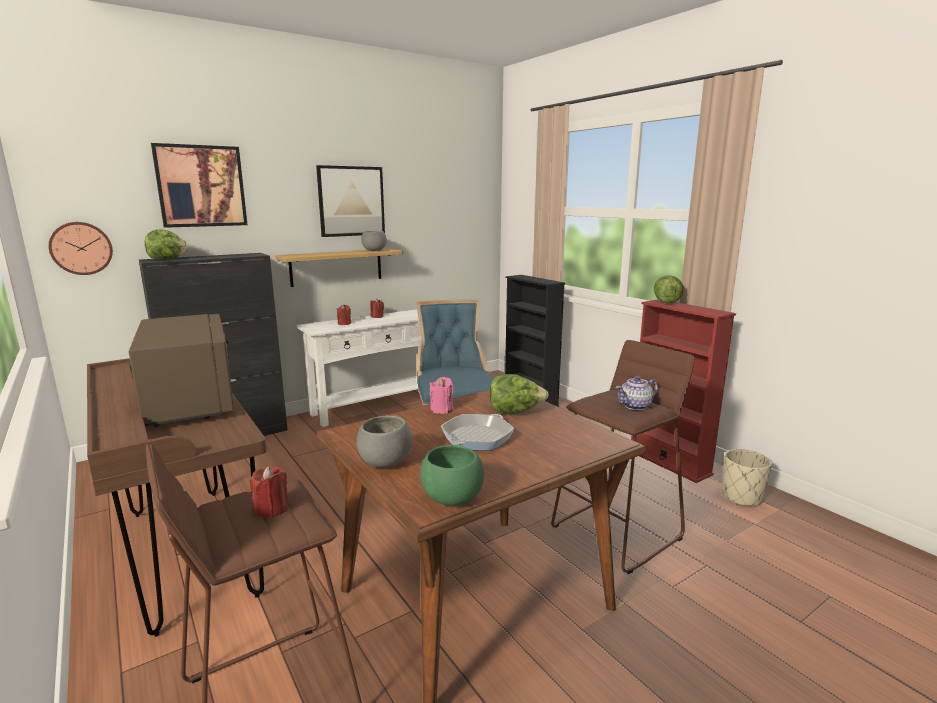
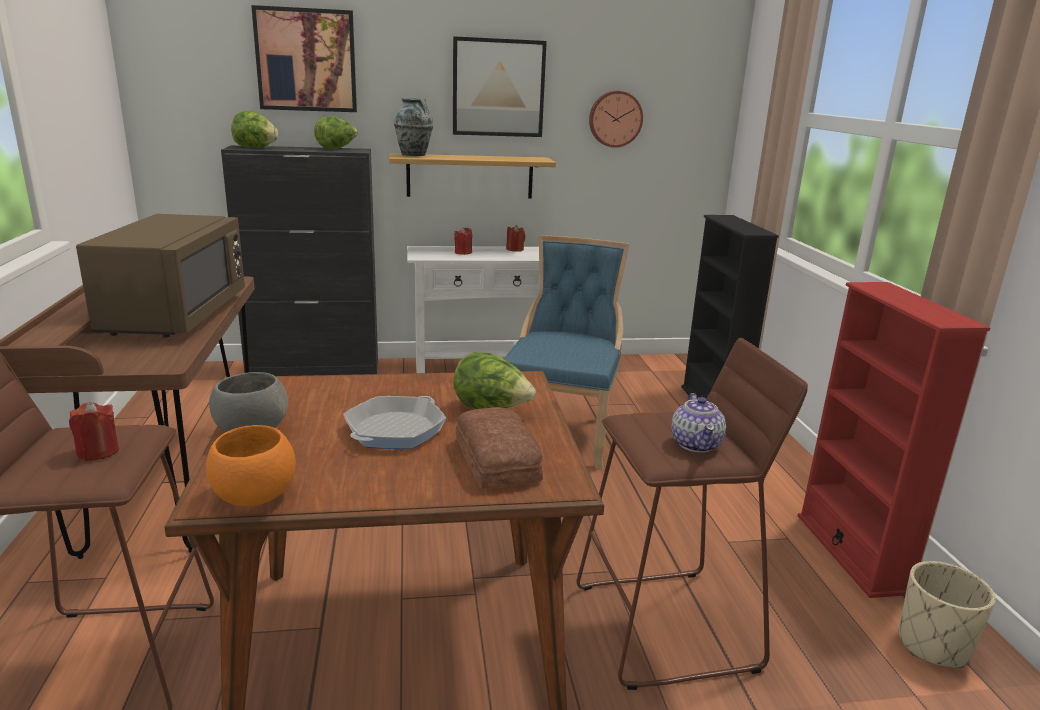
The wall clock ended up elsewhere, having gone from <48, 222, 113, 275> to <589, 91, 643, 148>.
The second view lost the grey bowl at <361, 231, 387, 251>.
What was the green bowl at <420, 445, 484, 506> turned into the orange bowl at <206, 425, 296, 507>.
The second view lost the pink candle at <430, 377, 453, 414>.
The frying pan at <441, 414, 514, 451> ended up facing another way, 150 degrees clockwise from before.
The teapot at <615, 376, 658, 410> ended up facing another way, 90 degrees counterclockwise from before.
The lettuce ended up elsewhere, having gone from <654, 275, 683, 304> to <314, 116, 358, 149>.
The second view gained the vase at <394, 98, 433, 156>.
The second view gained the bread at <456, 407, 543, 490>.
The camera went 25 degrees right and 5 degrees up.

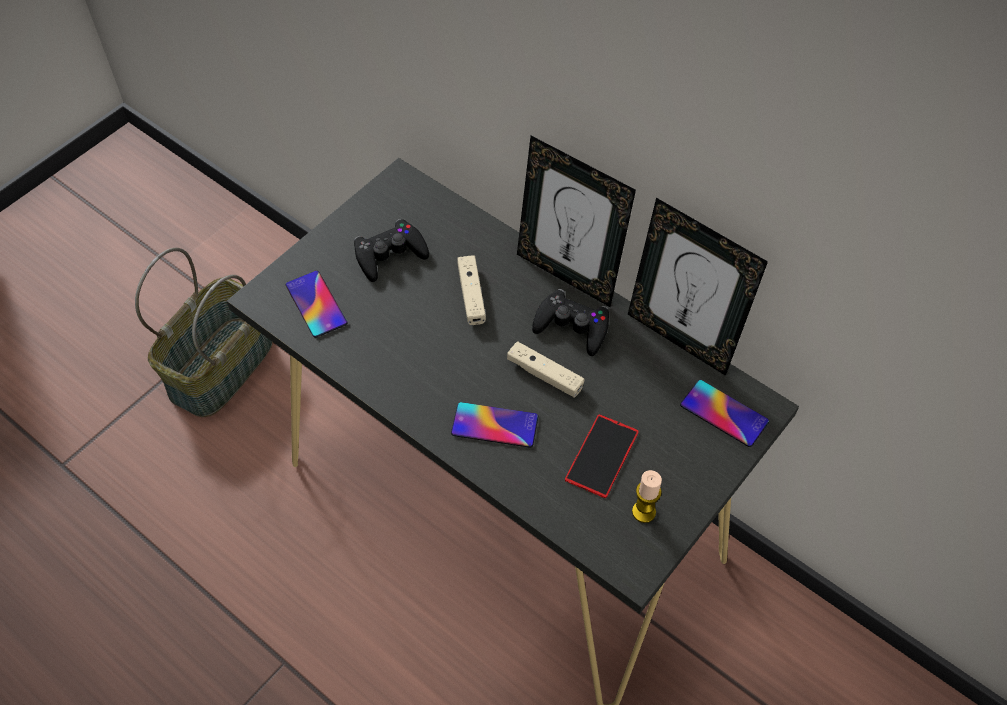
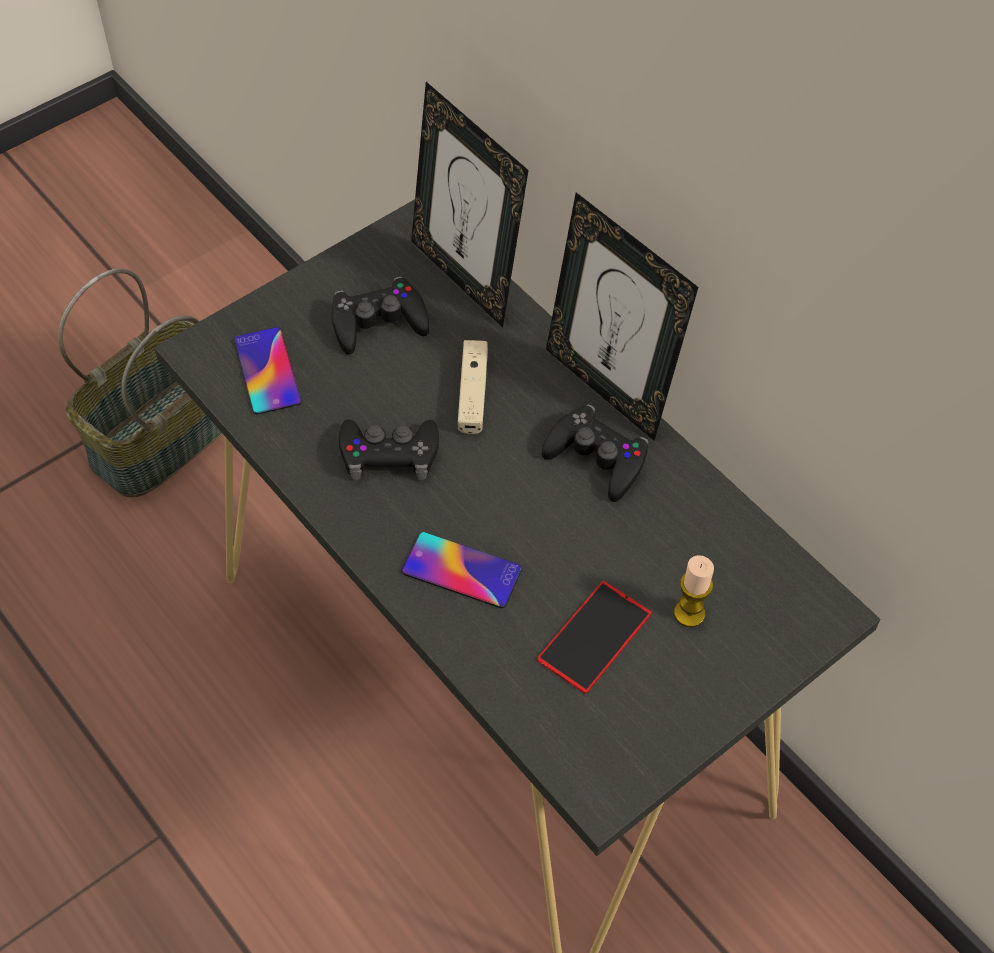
The second view lost the beige game controller at <507, 341, 584, 397>.
The picture frame ended up elsewhere, having gone from <628, 198, 768, 376> to <411, 82, 529, 327>.
The candle ended up elsewhere, having gone from <632, 470, 662, 523> to <674, 555, 714, 627>.
The second view lost the phone at <680, 380, 769, 447>.
The second view gained the black game controller at <339, 420, 439, 480>.
The camera went 10 degrees right and 0 degrees up.

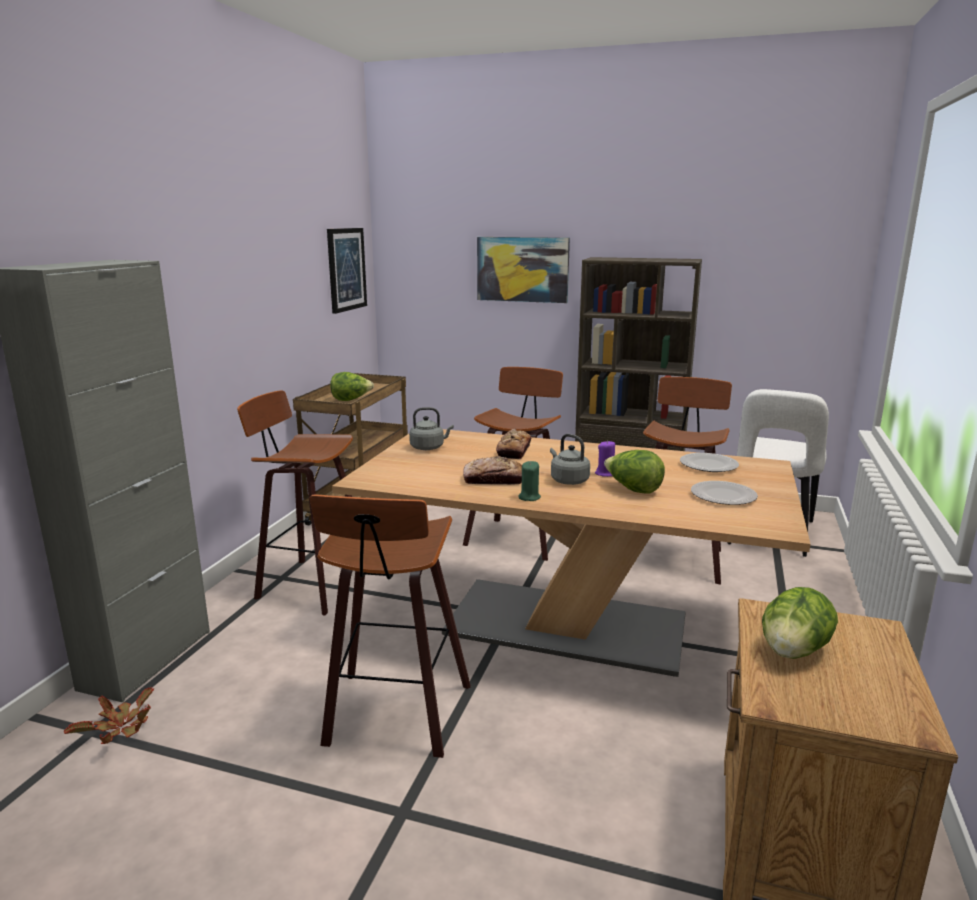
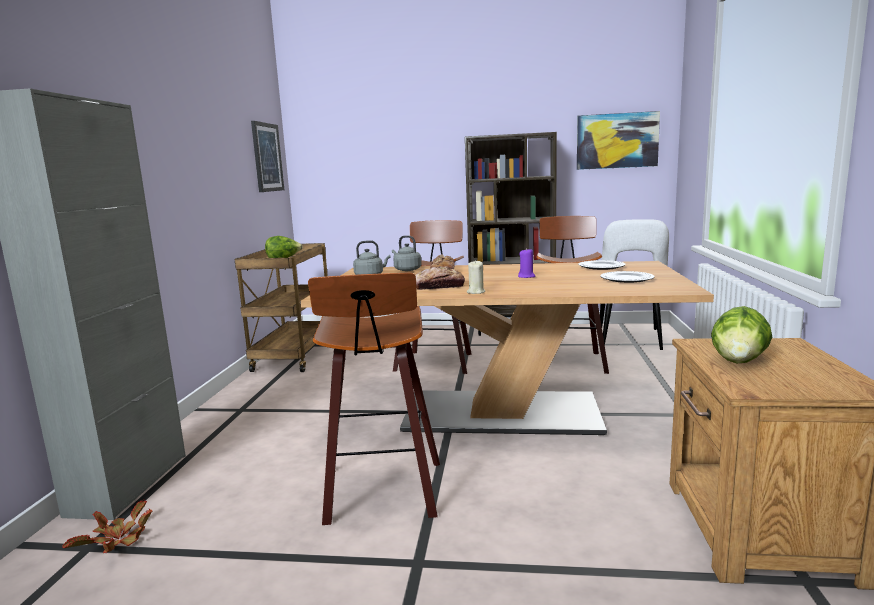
The second view lost the stool at <237, 390, 353, 616>.
The picture ended up elsewhere, having gone from <477, 237, 570, 303> to <577, 111, 660, 170>.
What was the green candle at <518, 461, 541, 501> turned into the beige candle at <467, 261, 485, 294>.
The grey kettle ended up elsewhere, having gone from <550, 434, 590, 485> to <392, 235, 421, 271>.
The second view lost the lettuce at <604, 450, 665, 494>.
The camera went 10 degrees left and 5 degrees down.

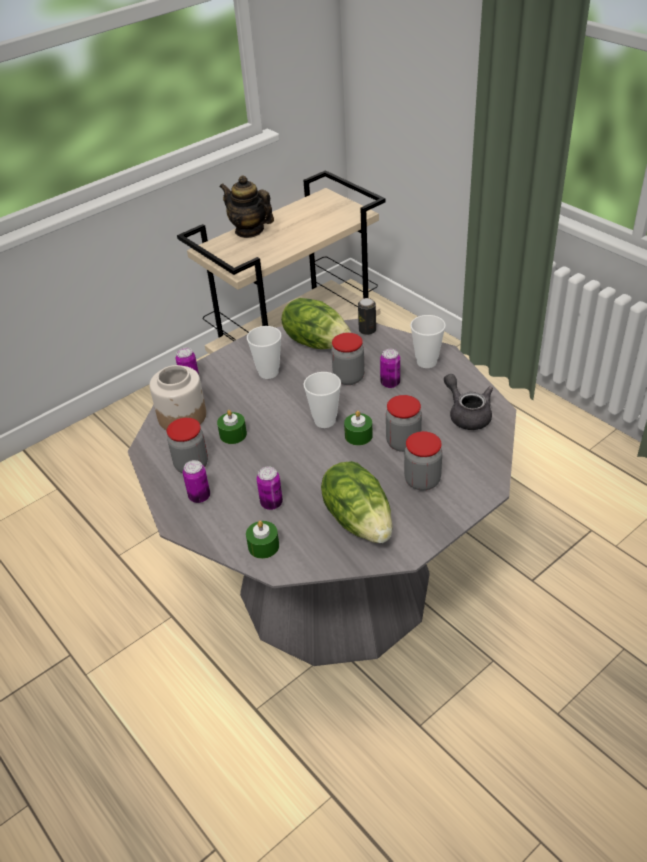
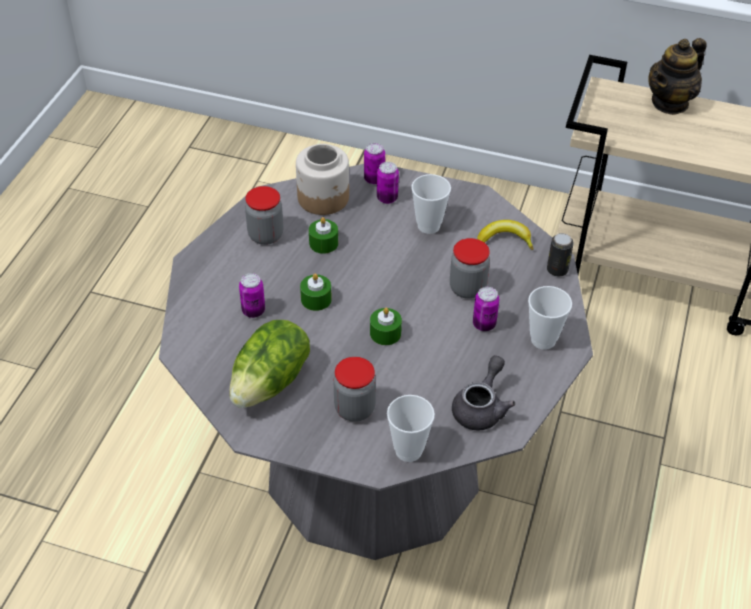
The can ended up elsewhere, having gone from <183, 460, 210, 503> to <377, 162, 399, 204>.
The teapot at <219, 175, 274, 238> ended up facing another way, 135 degrees counterclockwise from before.
The green candle ended up elsewhere, having gone from <246, 521, 279, 559> to <300, 273, 332, 311>.
Where the lettuce stood at <281, 298, 351, 349>, the banana came to stand at <477, 220, 533, 250>.
The cup ended up elsewhere, having gone from <303, 372, 341, 428> to <387, 395, 435, 462>.
The second view lost the jar at <386, 395, 422, 452>.
The camera went 55 degrees right and 5 degrees up.

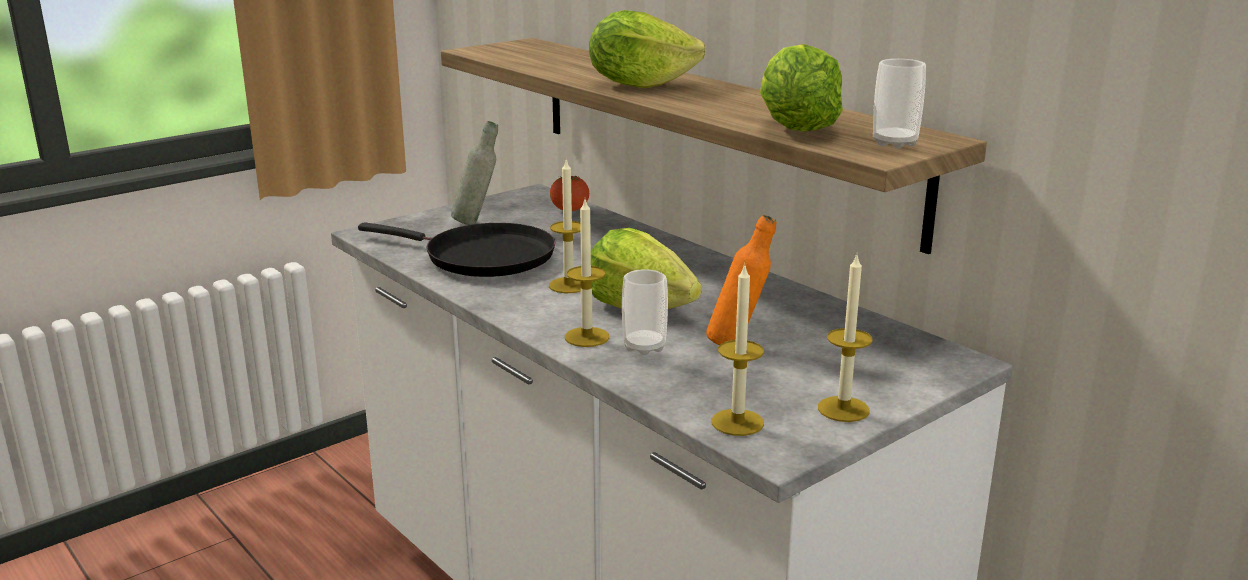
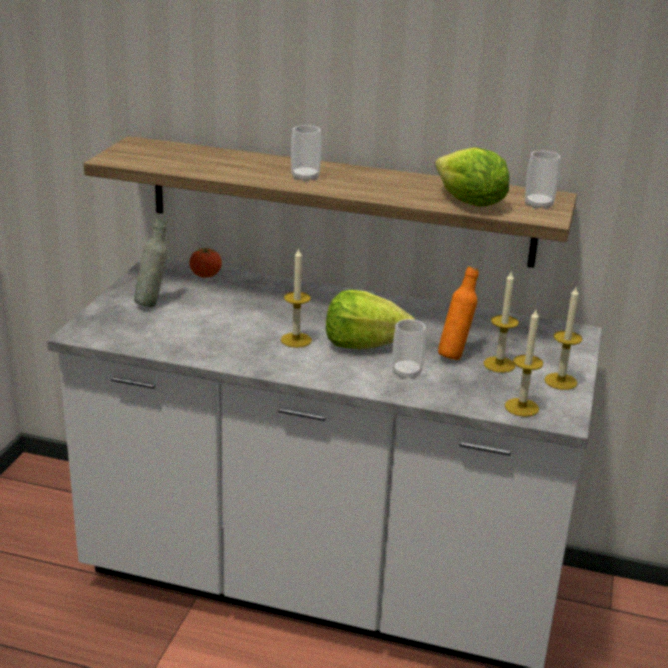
The second view lost the black frying pan at <358, 222, 555, 277>.
The candle ended up elsewhere, having gone from <565, 200, 609, 347> to <484, 270, 519, 373>.
Where the lettuce stood at <589, 10, 706, 88>, the cup came to stand at <291, 125, 321, 182>.
The camera went 35 degrees left and 5 degrees up.

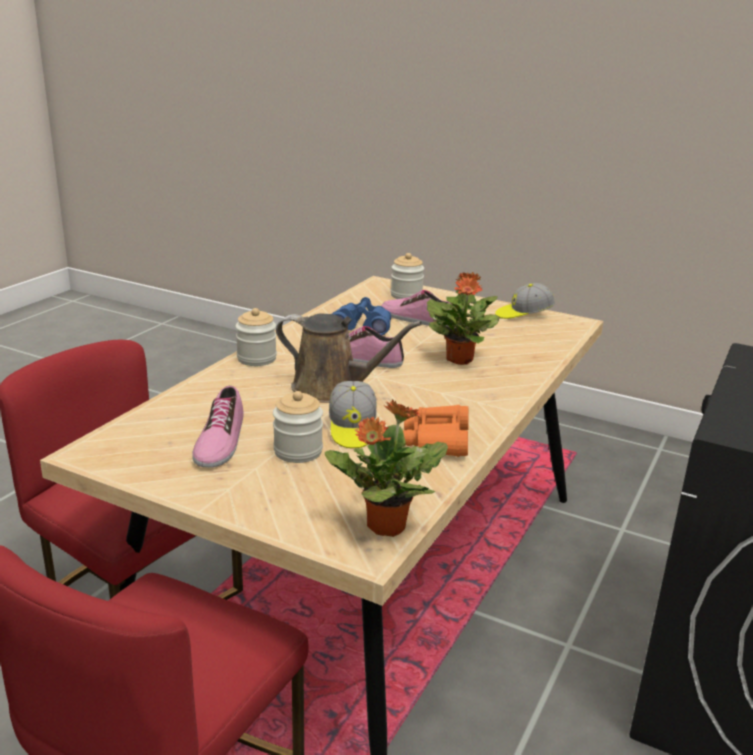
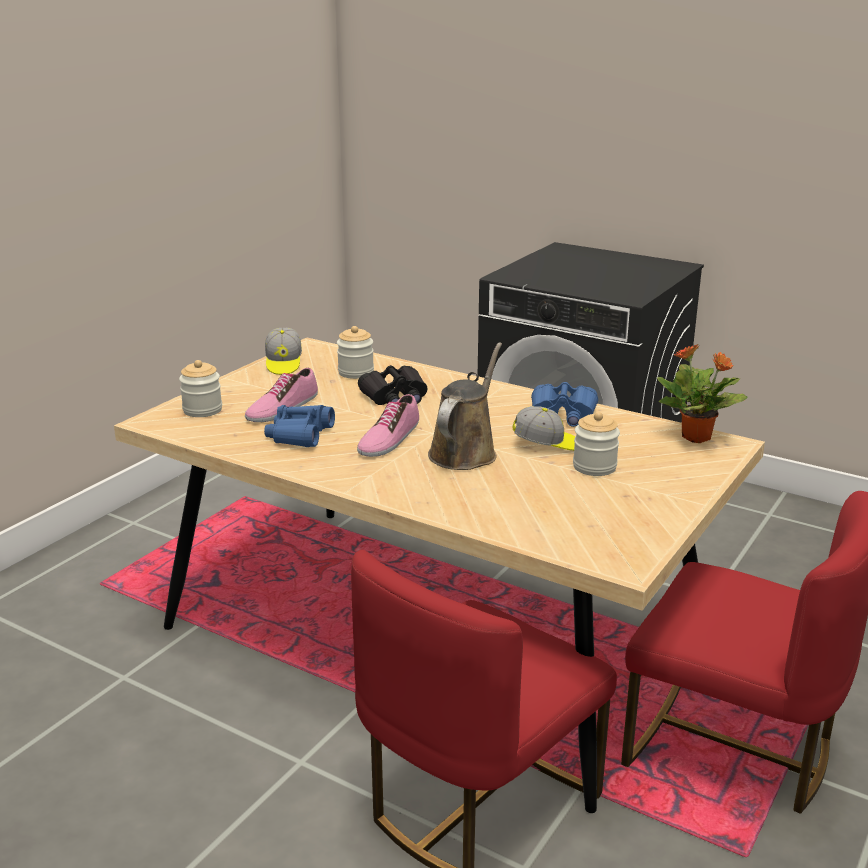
The second view lost the shoe at <192, 386, 243, 468>.
The jar ended up elsewhere, having gone from <235, 308, 277, 366> to <337, 326, 374, 379>.
What was the orange binoculars at <403, 405, 468, 457> turned into the blue binoculars at <531, 382, 598, 427>.
Where the potted plant stood at <427, 272, 500, 365>, the black binoculars came to stand at <358, 365, 427, 405>.
The camera went 85 degrees left and 0 degrees up.

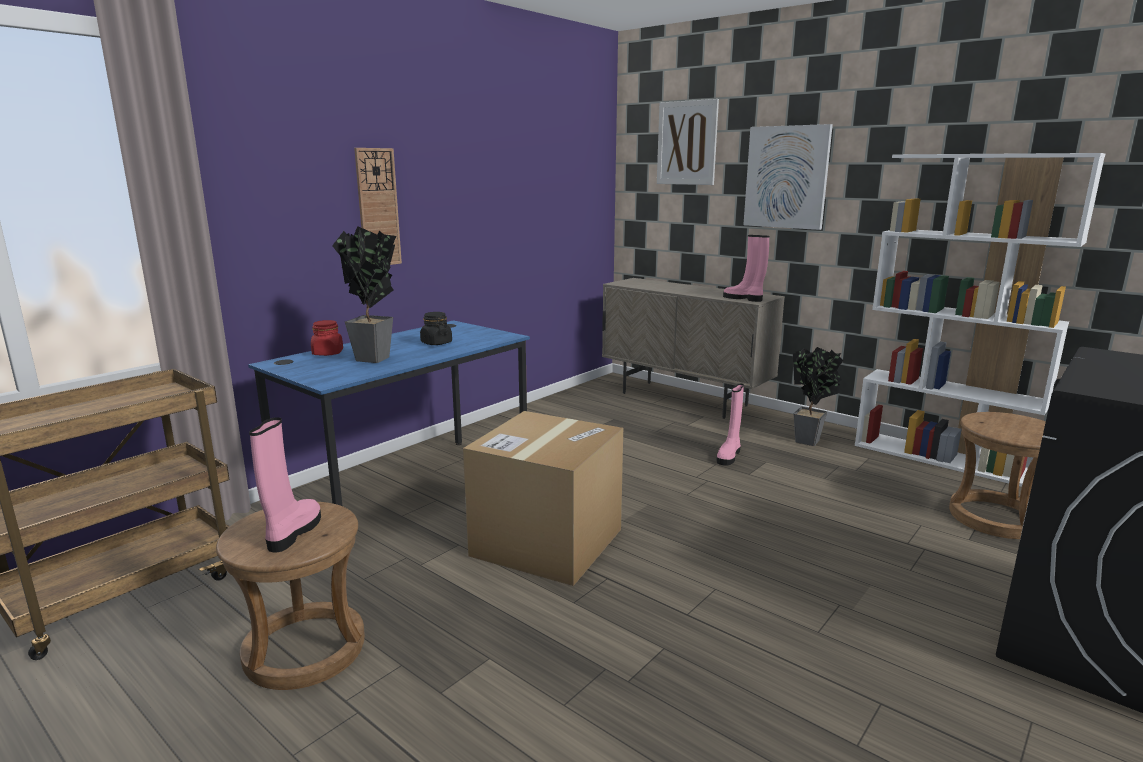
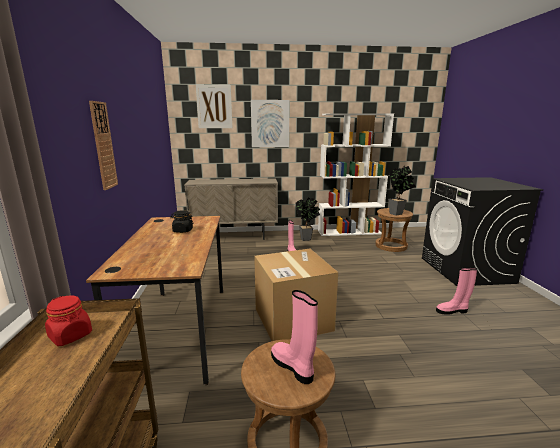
What was the blue desk at <248, 320, 530, 506> turned into the brown desk at <86, 216, 223, 385>.
The red jar ended up elsewhere, having gone from <311, 320, 343, 356> to <45, 296, 92, 346>.
The potted plant ended up elsewhere, having gone from <332, 226, 396, 363> to <388, 166, 416, 216>.
The pink boot ended up elsewhere, having gone from <723, 235, 770, 302> to <436, 267, 477, 315>.
The camera went 45 degrees left and 0 degrees up.

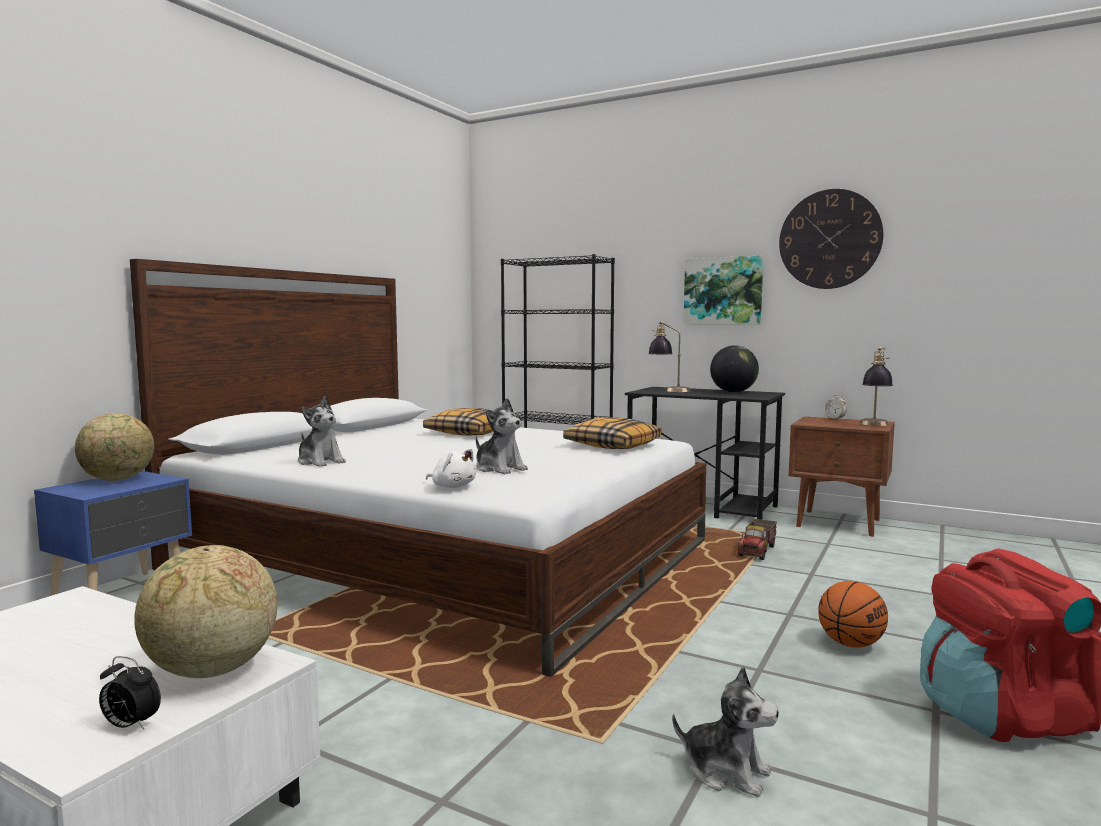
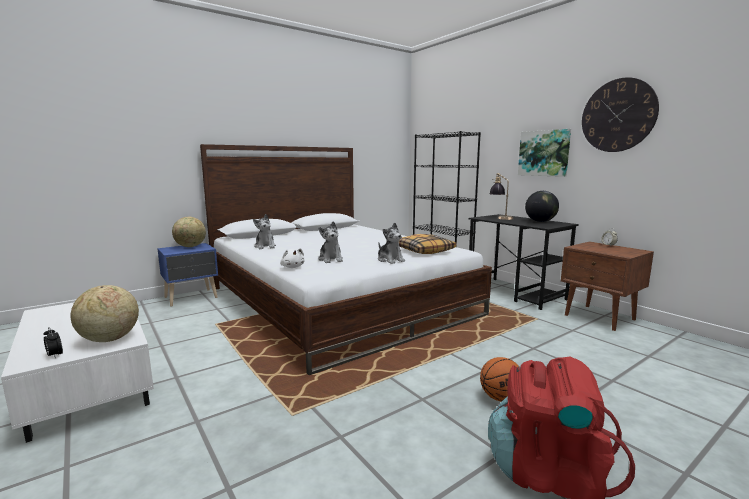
The second view lost the pillow at <423, 408, 494, 436>.
The plush toy ended up elsewhere, having gone from <672, 667, 779, 797> to <378, 222, 405, 264>.
The second view lost the toy truck at <737, 519, 777, 560>.
The second view lost the table lamp at <860, 346, 893, 426>.
The camera went 25 degrees right and 5 degrees up.

